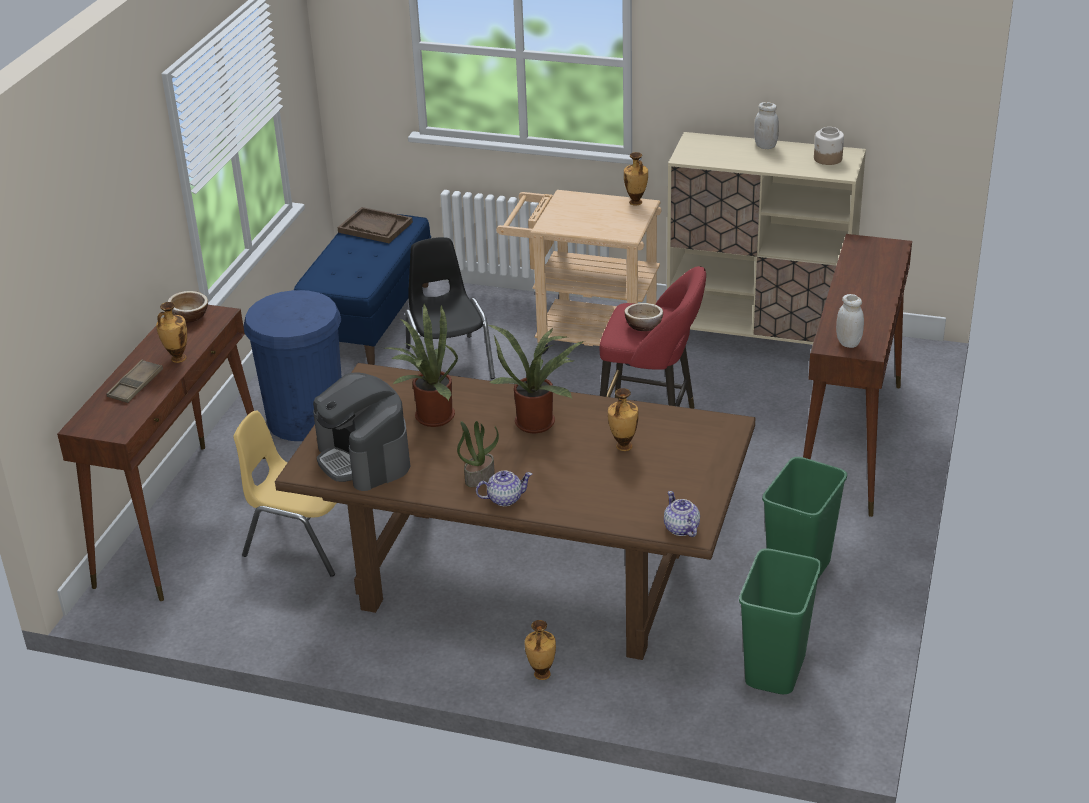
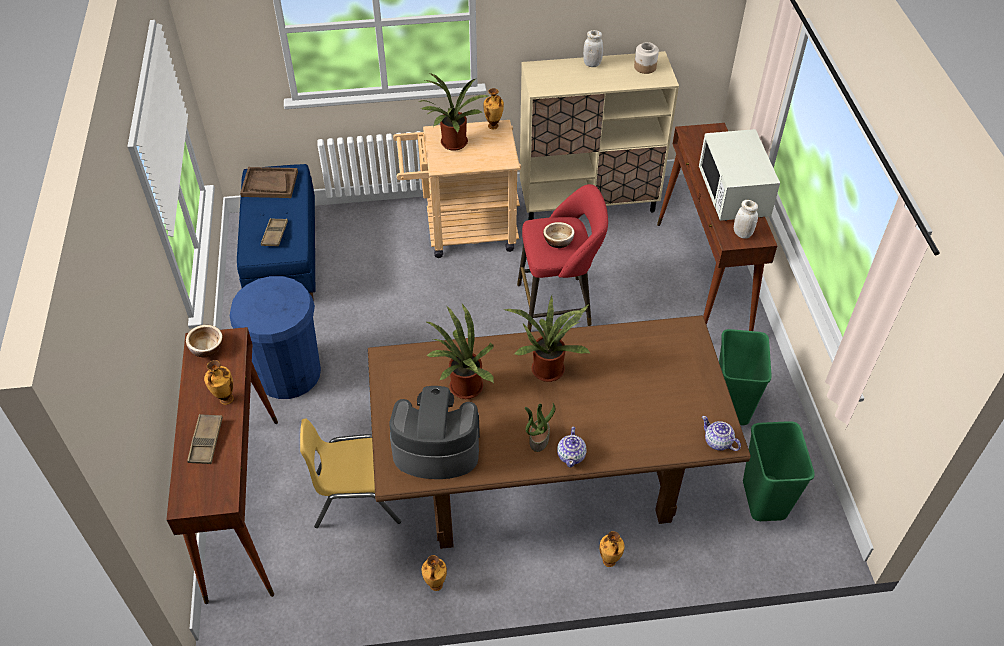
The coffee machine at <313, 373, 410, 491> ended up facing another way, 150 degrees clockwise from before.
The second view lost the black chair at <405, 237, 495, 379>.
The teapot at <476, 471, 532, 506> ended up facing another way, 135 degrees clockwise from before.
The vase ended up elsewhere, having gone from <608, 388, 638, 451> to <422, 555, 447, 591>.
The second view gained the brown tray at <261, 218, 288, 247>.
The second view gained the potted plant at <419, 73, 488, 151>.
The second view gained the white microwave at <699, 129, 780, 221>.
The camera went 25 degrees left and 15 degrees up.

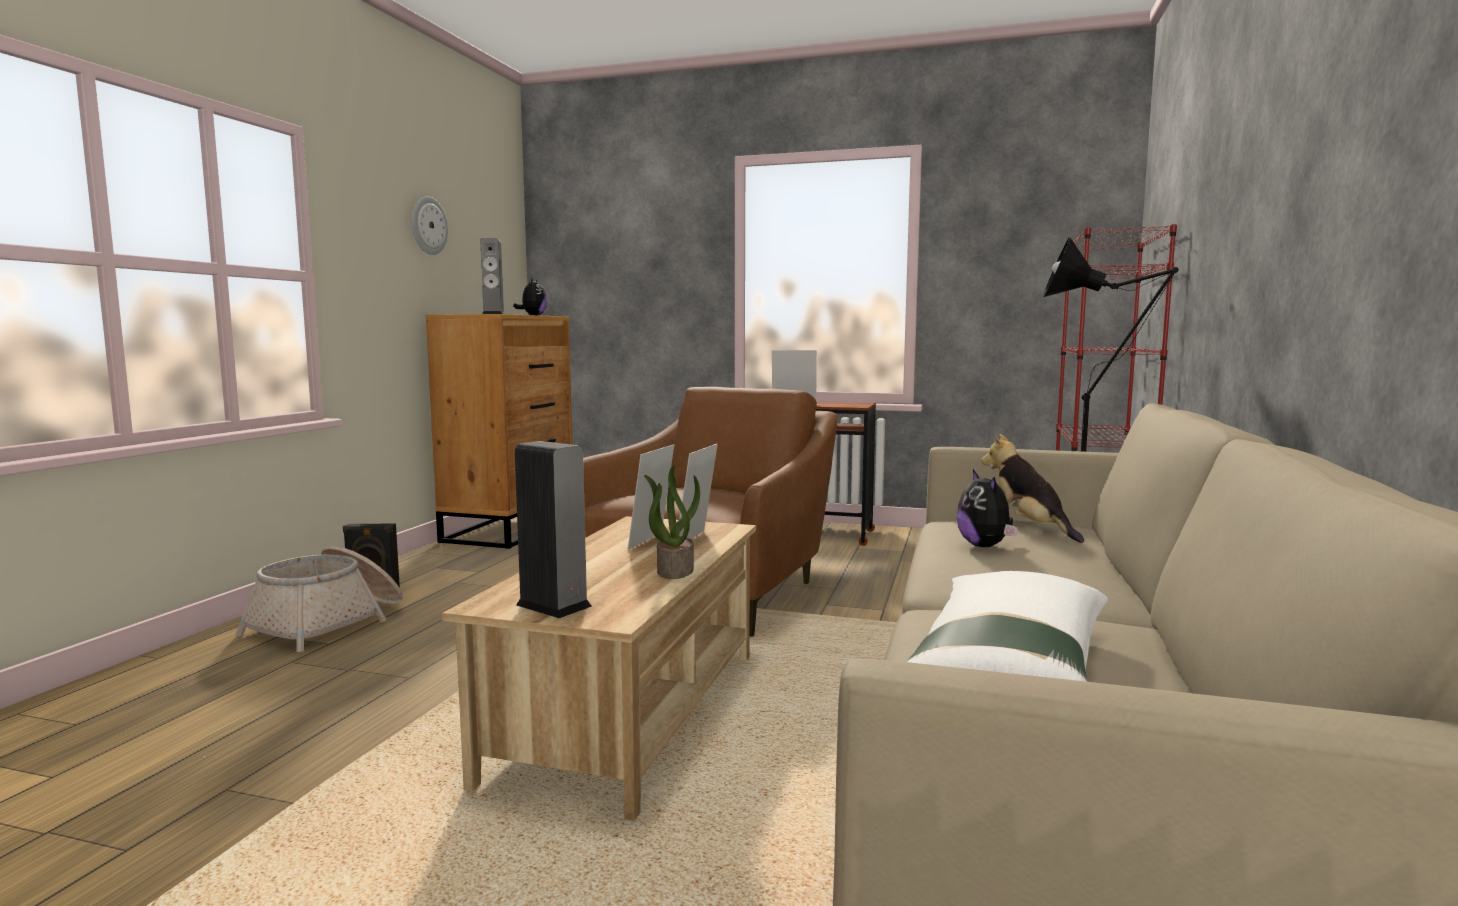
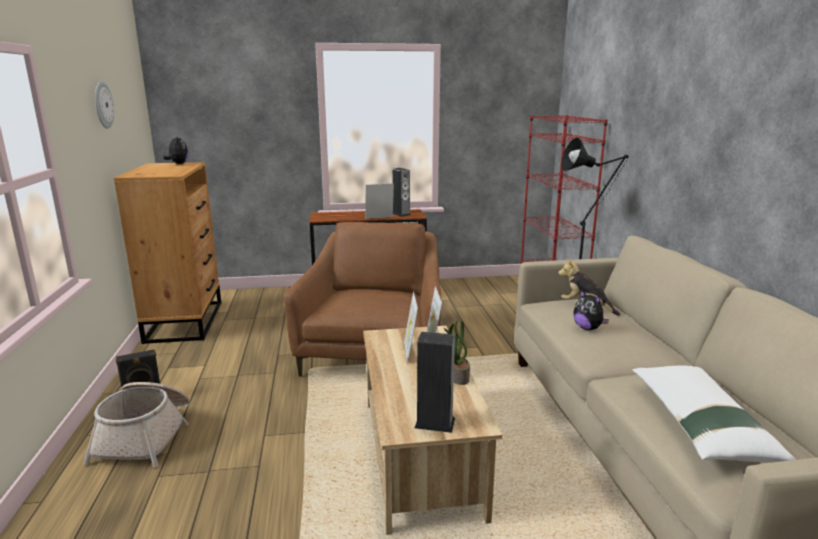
The speaker ended up elsewhere, having gone from <480, 238, 505, 314> to <392, 168, 411, 217>.
The camera went 25 degrees left and 10 degrees up.

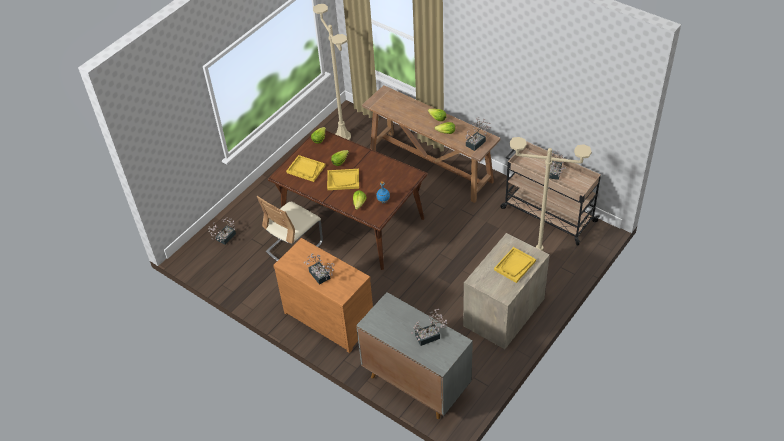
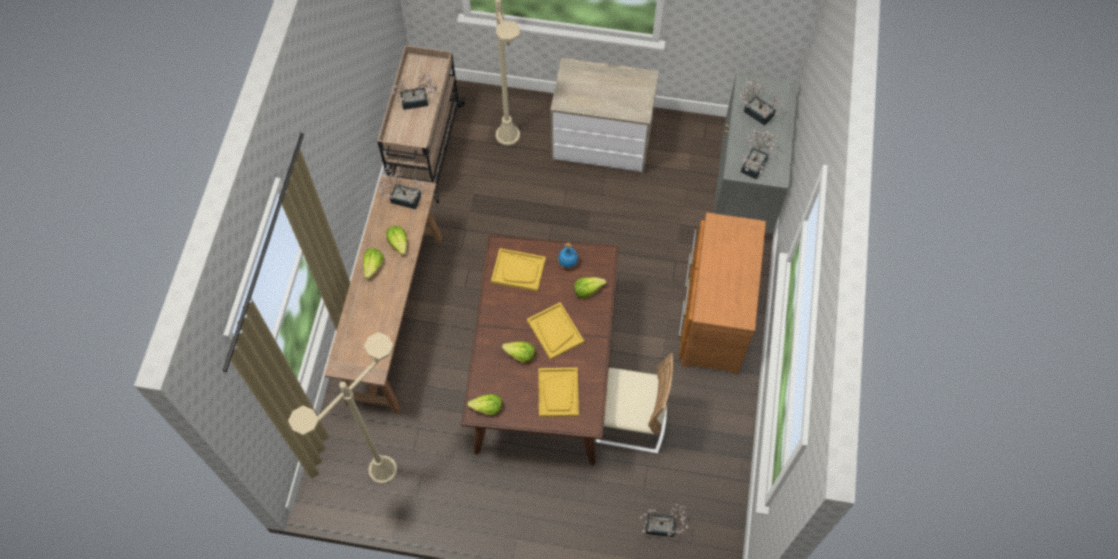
The potted plant ended up elsewhere, having gone from <304, 253, 334, 285> to <741, 127, 778, 179>.
The yellow tray ended up elsewhere, having gone from <494, 247, 536, 283> to <491, 248, 546, 292>.
The camera went 120 degrees left and 15 degrees up.

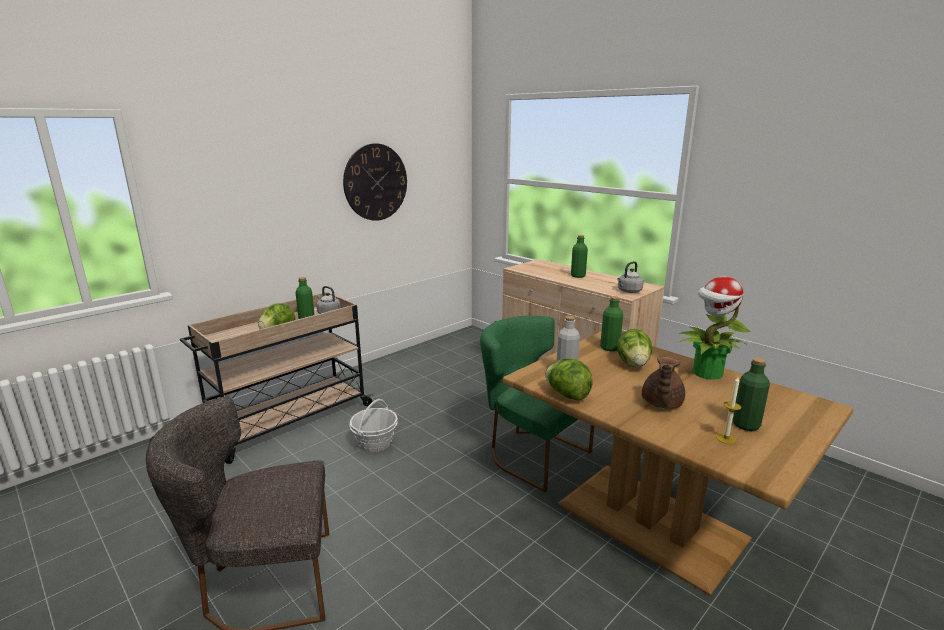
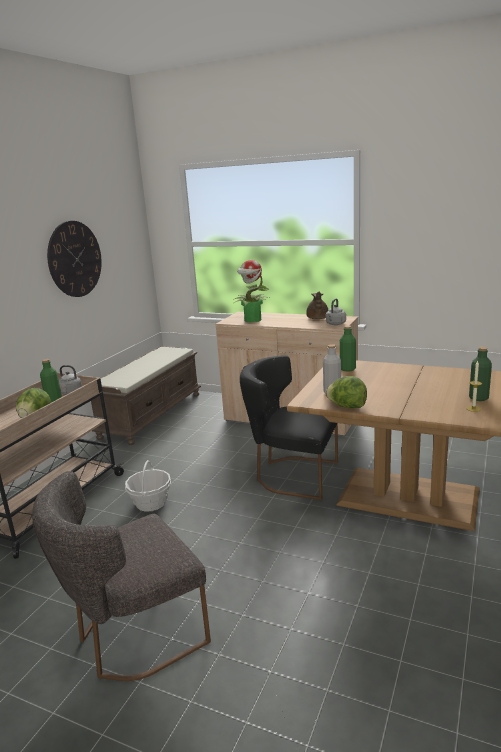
What was the green chair at <480, 316, 594, 492> turned into the black chair at <240, 355, 338, 500>.
The second view lost the green bottle at <571, 235, 588, 278>.
The second view lost the lettuce at <617, 329, 652, 367>.
The brown teapot ended up elsewhere, having gone from <642, 357, 685, 409> to <306, 292, 329, 319>.
The potted plant ended up elsewhere, having gone from <679, 277, 751, 380> to <233, 260, 269, 323>.
The second view gained the brown bench at <91, 346, 201, 445>.
The camera went 20 degrees left and 0 degrees up.

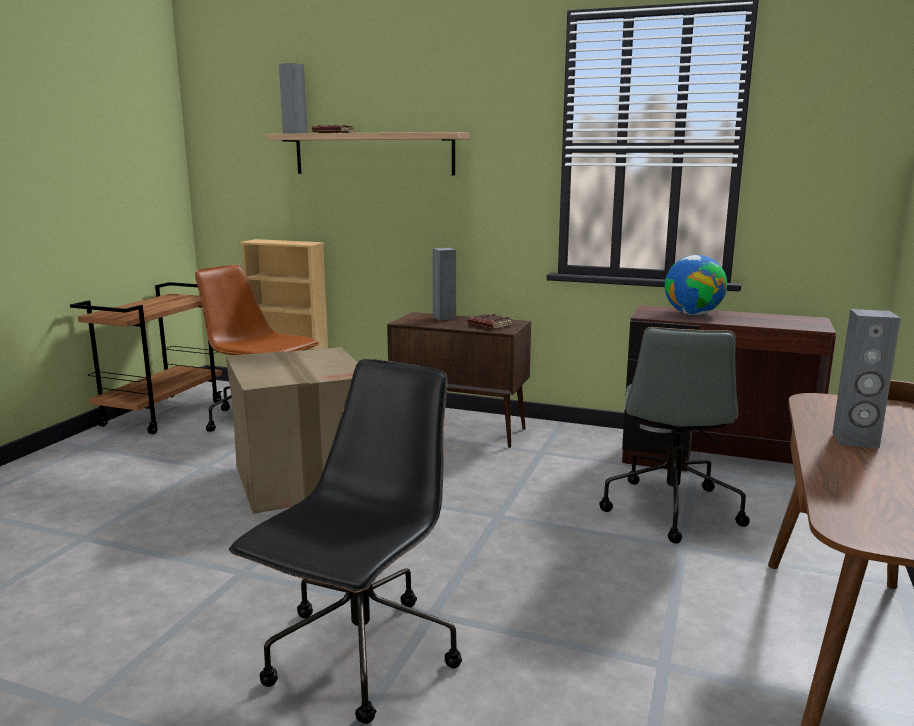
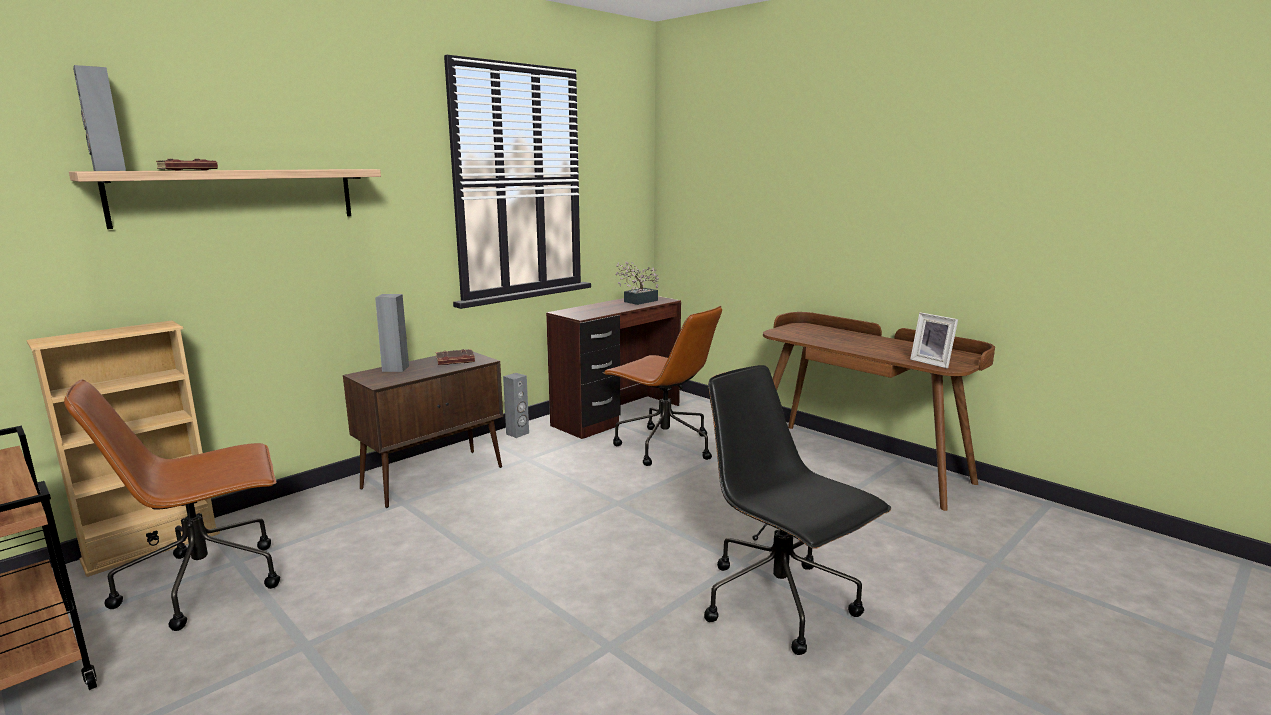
The second view lost the cardboard box at <226, 347, 358, 514>.
What was the grey office chair at <599, 327, 750, 544> turned into the brown office chair at <603, 306, 722, 466>.
The second view lost the globe at <665, 255, 727, 315>.
The grey speaker ended up elsewhere, having gone from <832, 309, 901, 449> to <503, 373, 529, 438>.
The second view gained the potted plant at <615, 262, 659, 305>.
The second view gained the picture frame at <910, 312, 958, 368>.
The camera went 65 degrees left and 0 degrees up.

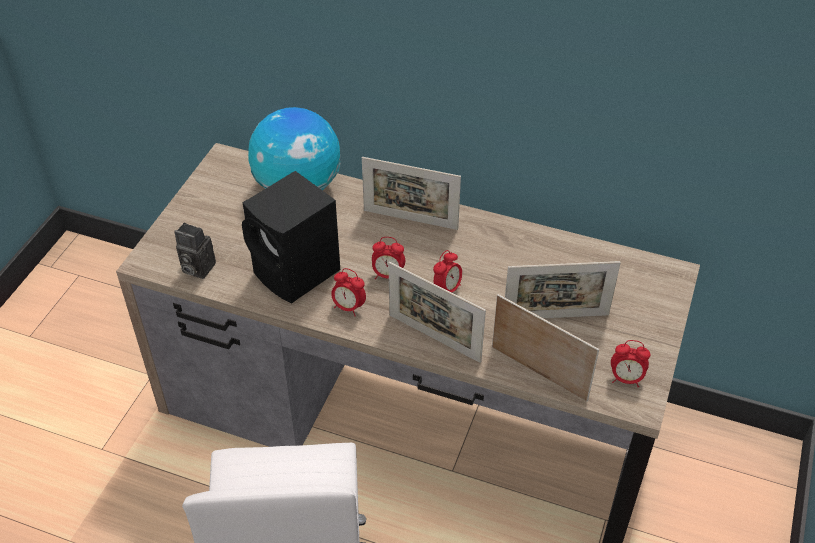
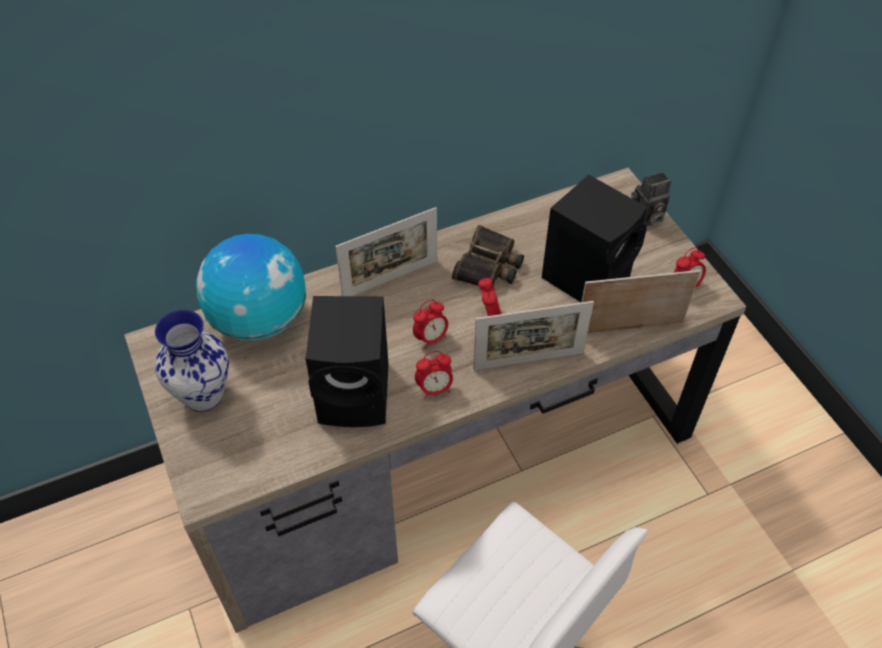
The photo camera ended up elsewhere, having gone from <174, 223, 216, 279> to <631, 172, 671, 227>.
Where the picture frame stood at <505, 261, 621, 318>, the black speaker came to stand at <542, 175, 647, 302>.
The second view gained the vase at <155, 310, 229, 412>.
The second view gained the binoculars at <452, 225, 524, 286>.
The camera went 45 degrees left and 5 degrees up.

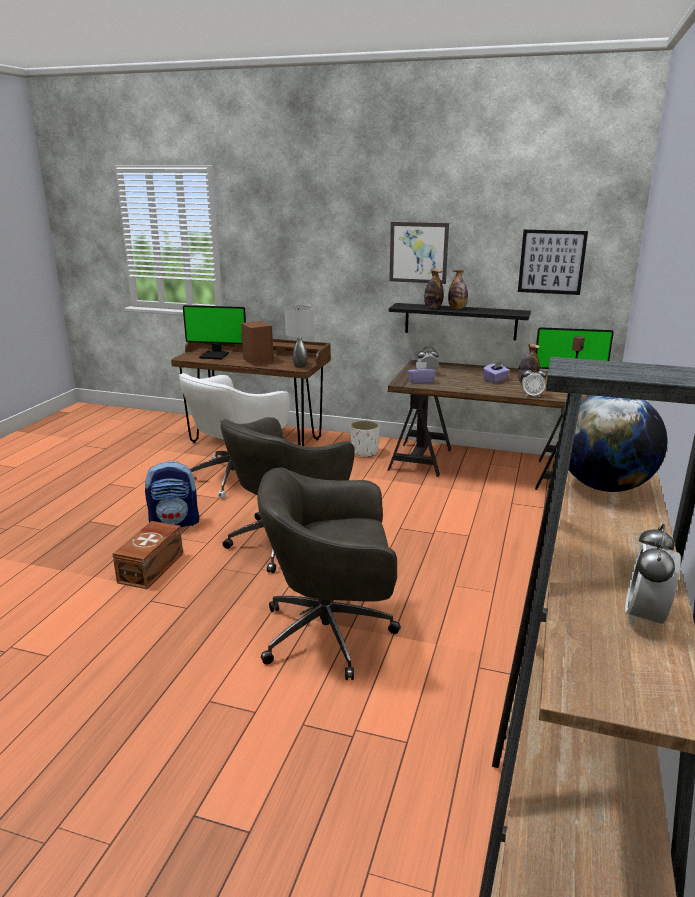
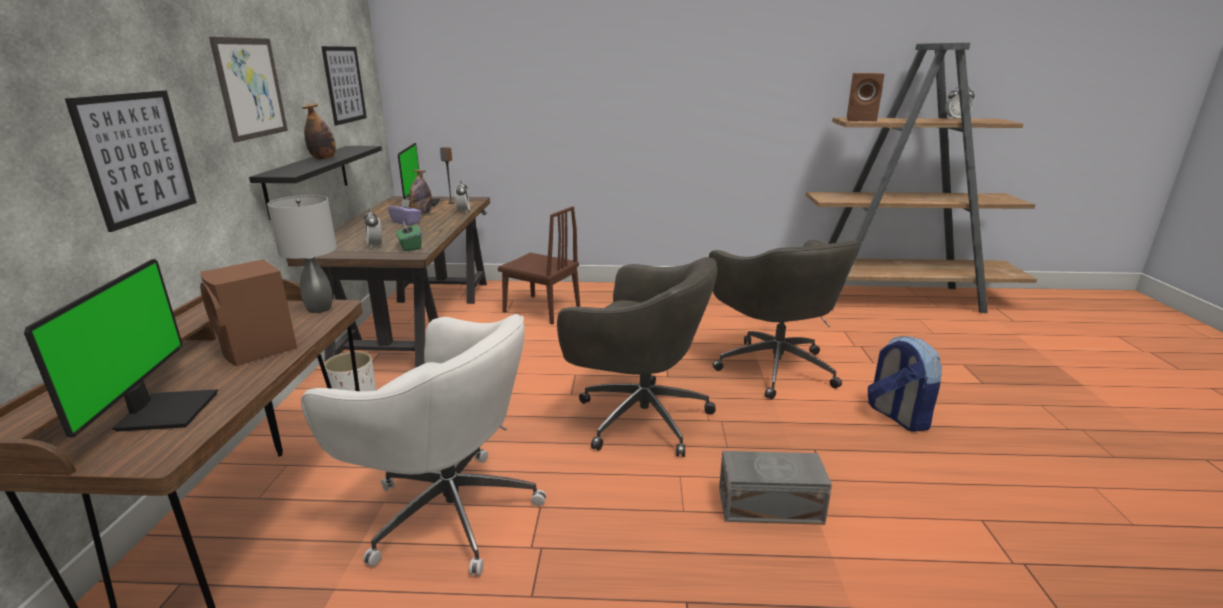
What was the brown storage box at <112, 521, 183, 589> turned into the grey storage box at <719, 451, 832, 525>.
The backpack ended up elsewhere, having gone from <145, 461, 199, 527> to <868, 336, 942, 432>.
What was the purple tissue box at <407, 362, 436, 384> turned into the green tissue box at <396, 221, 422, 251>.
The second view lost the bottle at <424, 269, 444, 309>.
Where the globe stood at <568, 395, 667, 492>, the brown speaker came to stand at <847, 73, 885, 121>.
The second view gained the picture at <65, 90, 197, 232>.
The second view gained the brown chair at <498, 206, 580, 325>.
The camera went 105 degrees left and 0 degrees up.

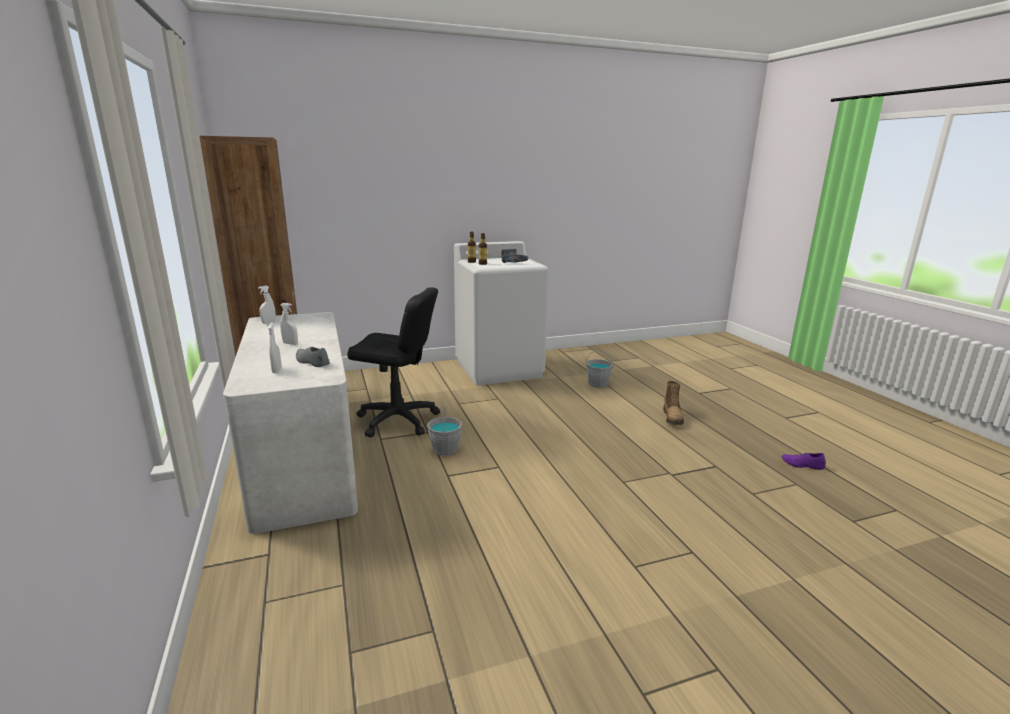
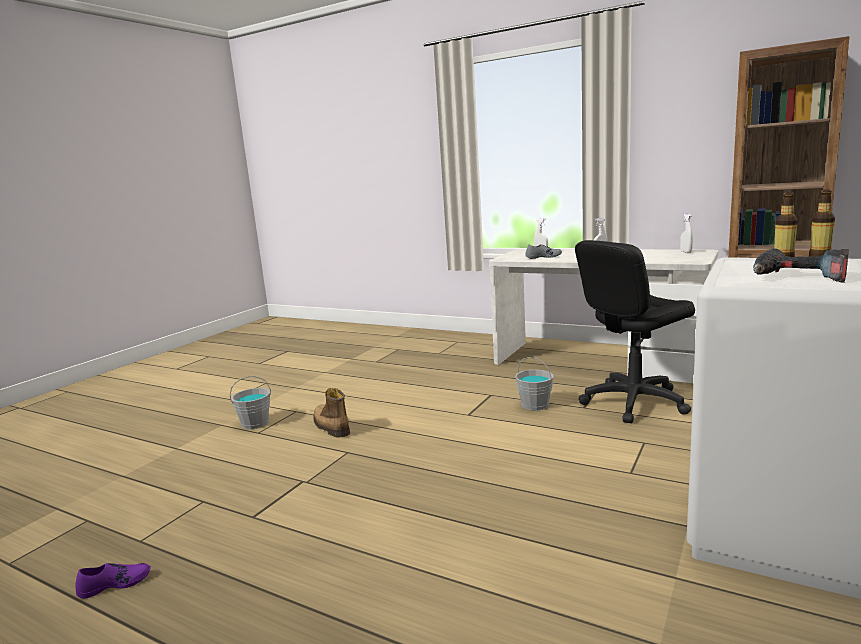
The grey bucket ended up elsewhere, having gone from <586, 351, 614, 388> to <230, 376, 271, 429>.
The boot ended up elsewhere, having gone from <663, 381, 684, 425> to <313, 388, 350, 438>.
The camera went 140 degrees right and 5 degrees down.

